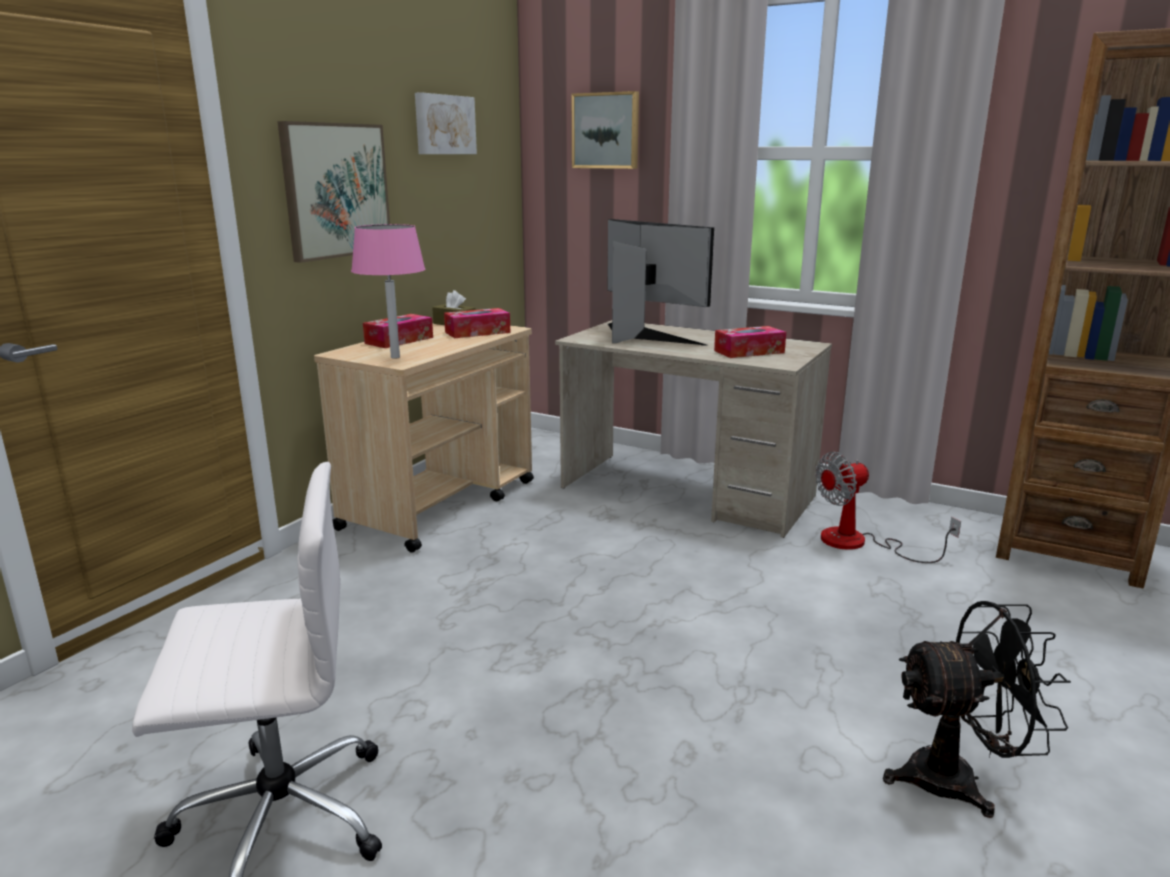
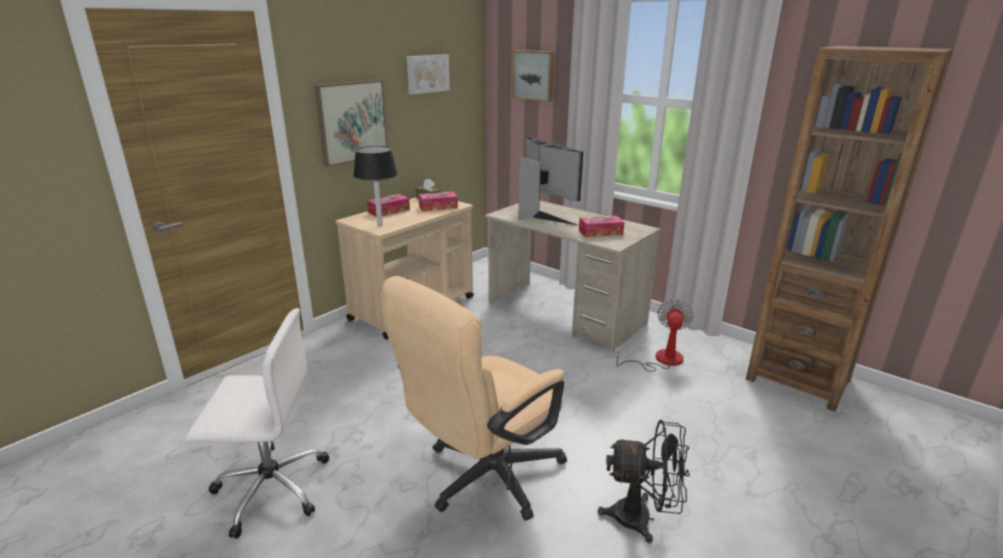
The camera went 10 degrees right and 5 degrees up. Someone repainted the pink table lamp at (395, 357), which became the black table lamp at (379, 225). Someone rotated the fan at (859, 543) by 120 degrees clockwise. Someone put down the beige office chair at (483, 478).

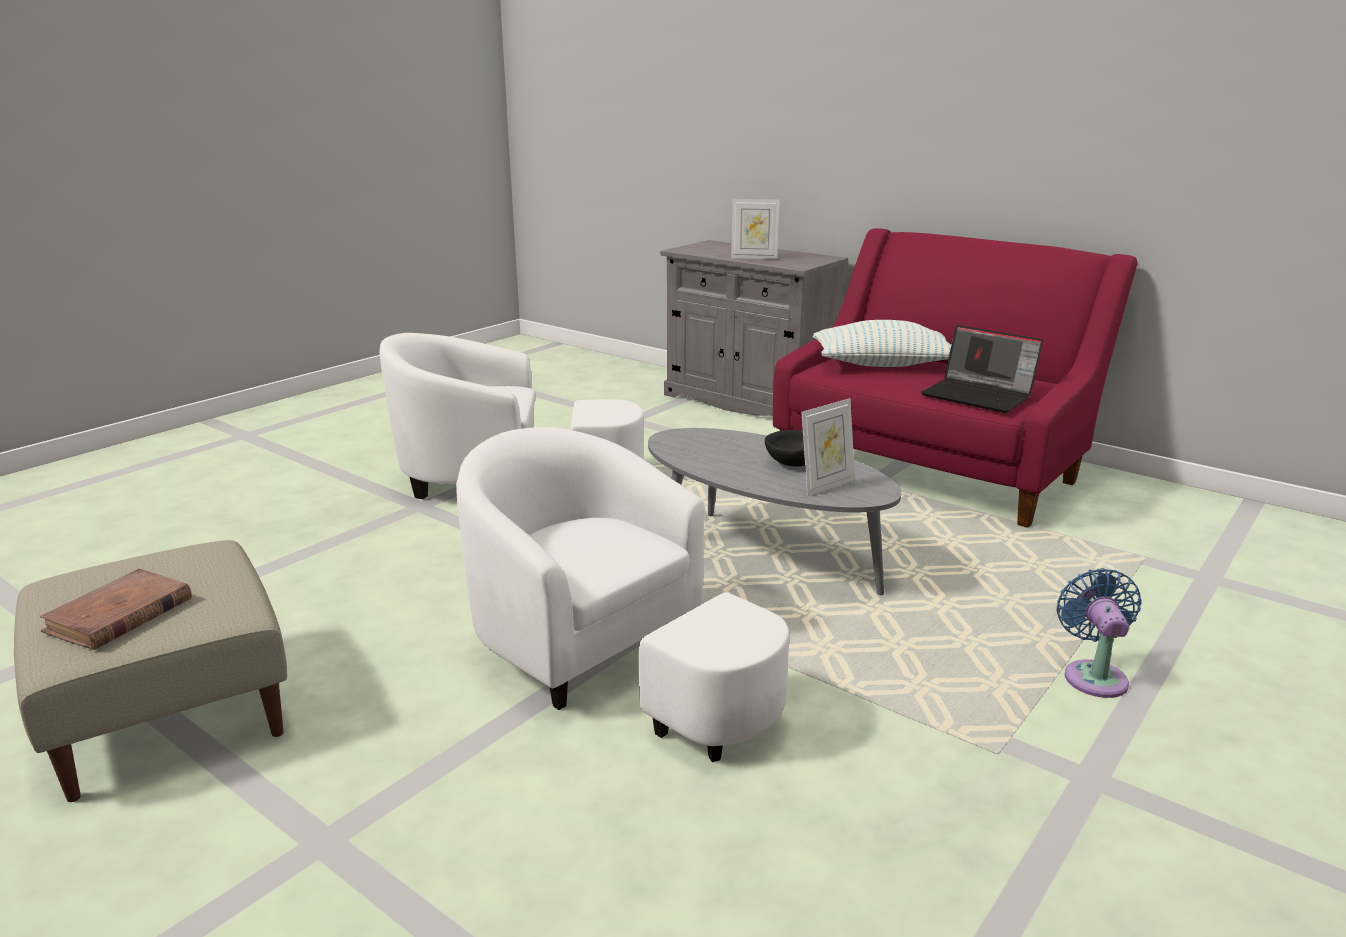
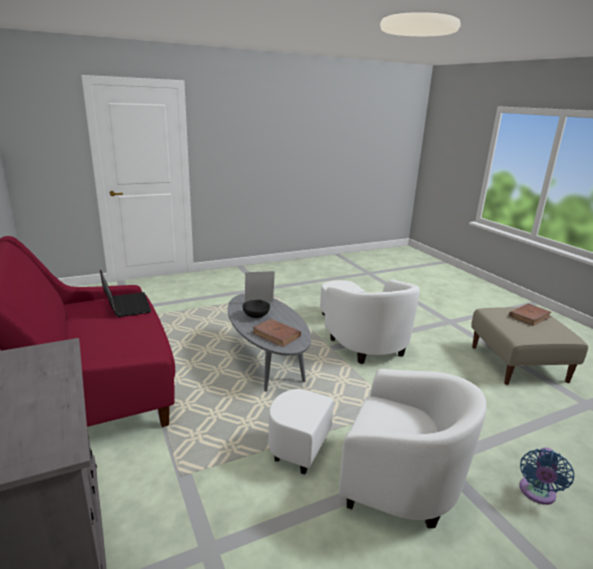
The camera went 155 degrees left and 0 degrees up. Someone took away the picture frame at (754, 257). Someone took away the pillow at (883, 364). Someone carried the blue fan from (1093, 675) to (537, 493). Someone put down the brown book at (276, 335).

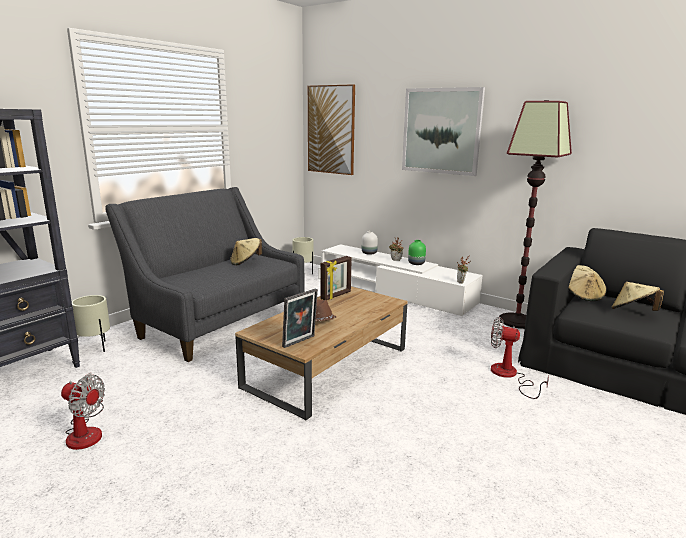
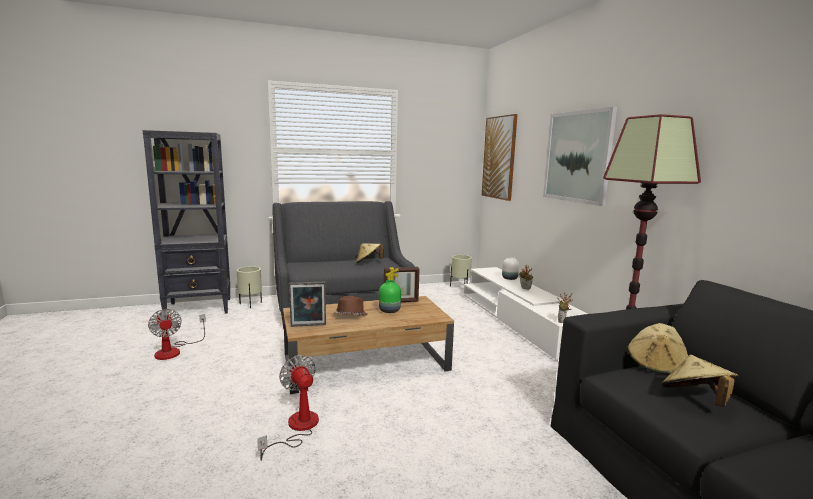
The camera went 35 degrees right and 5 degrees down. Someone carried the green vase from (416, 264) to (389, 311). Someone carried the fan from (509, 376) to (297, 428).

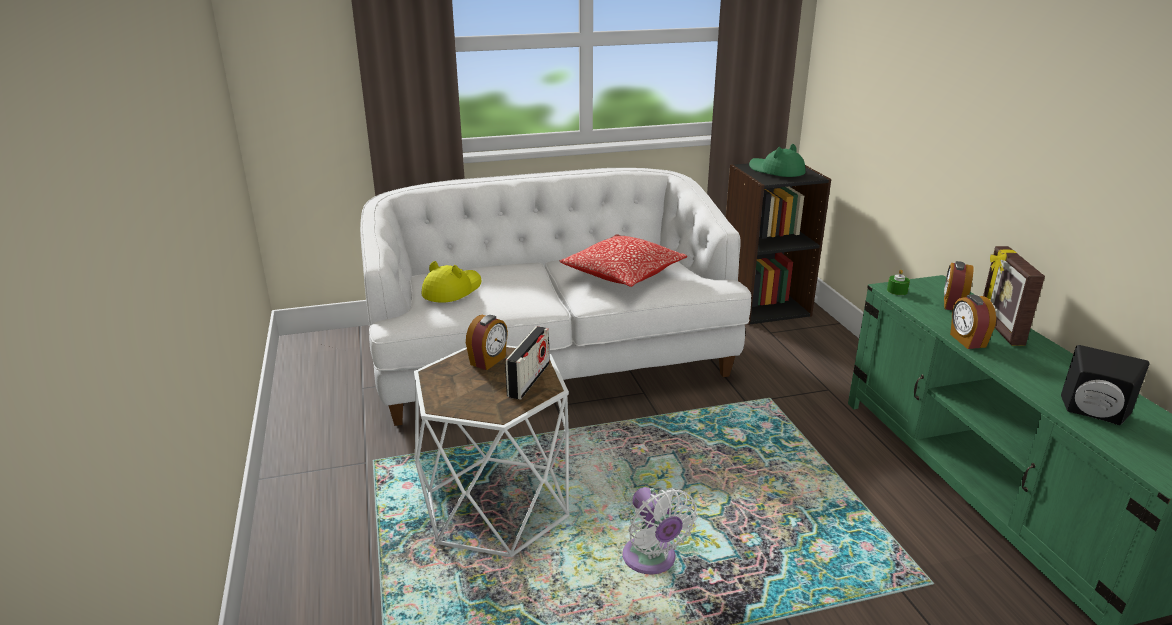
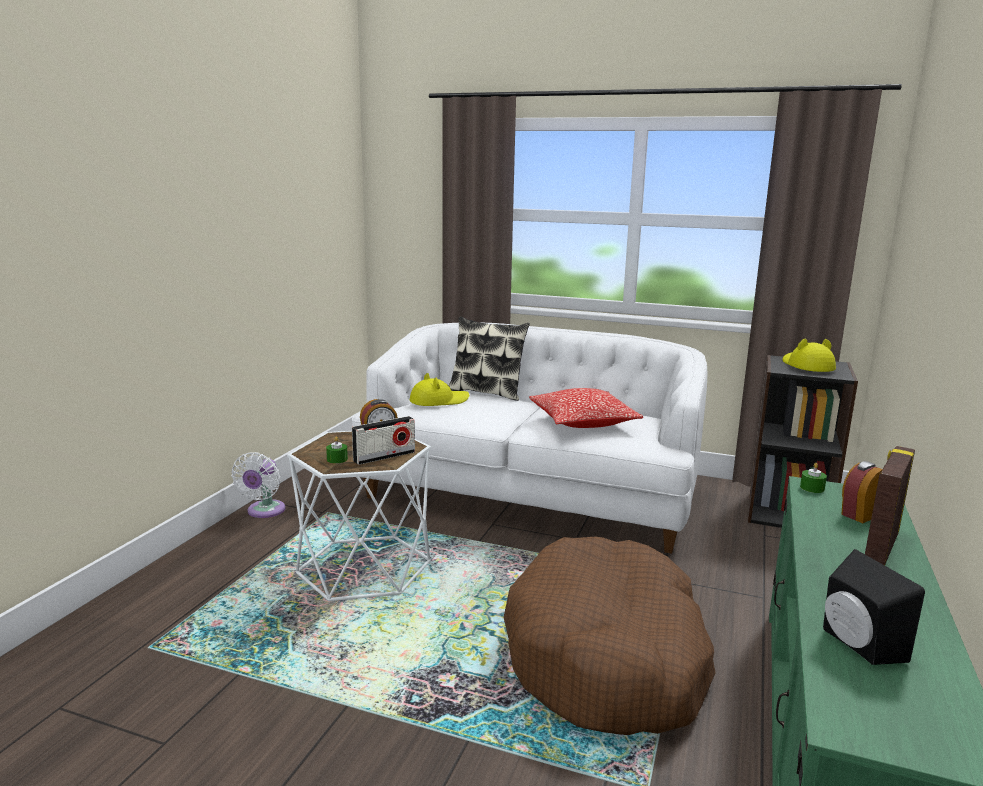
The camera went 35 degrees right and 10 degrees down. Someone carried the white fan from (652, 561) to (264, 511). Someone repainted the green hat at (776, 171), which became the yellow hat at (807, 366). Someone took away the alarm clock at (967, 341). Someone put down the green candle at (337, 459). Someone put down the pillow at (487, 392). Someone put down the brown dog bed at (607, 657).

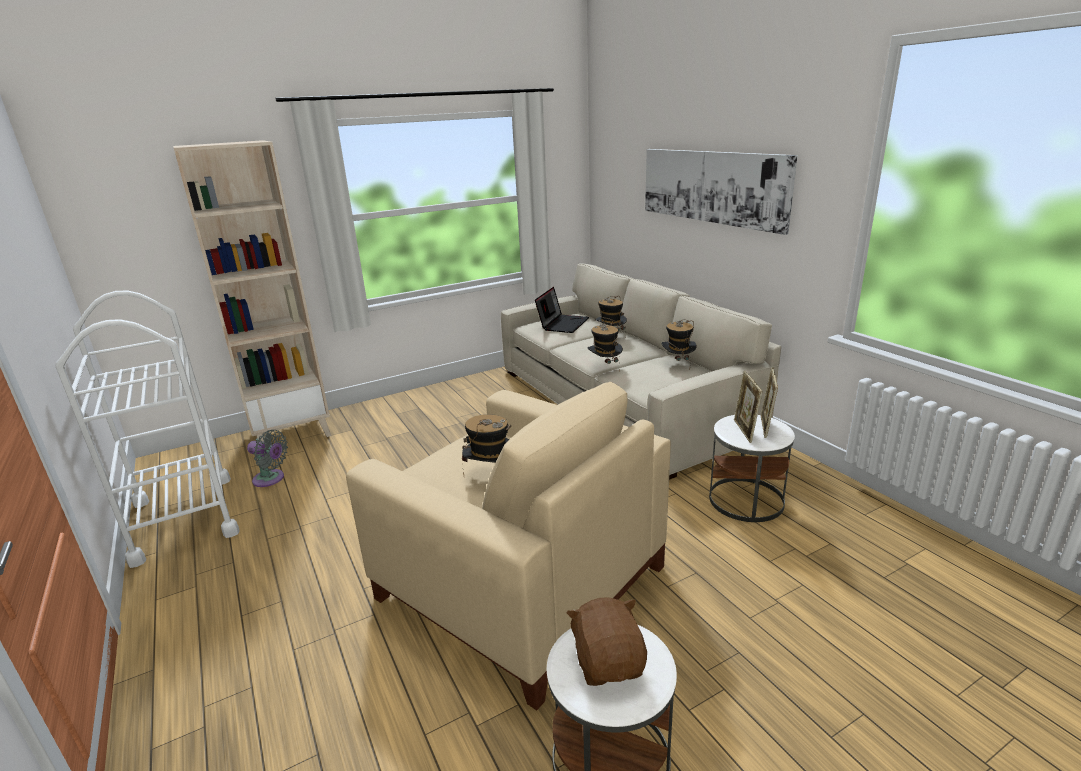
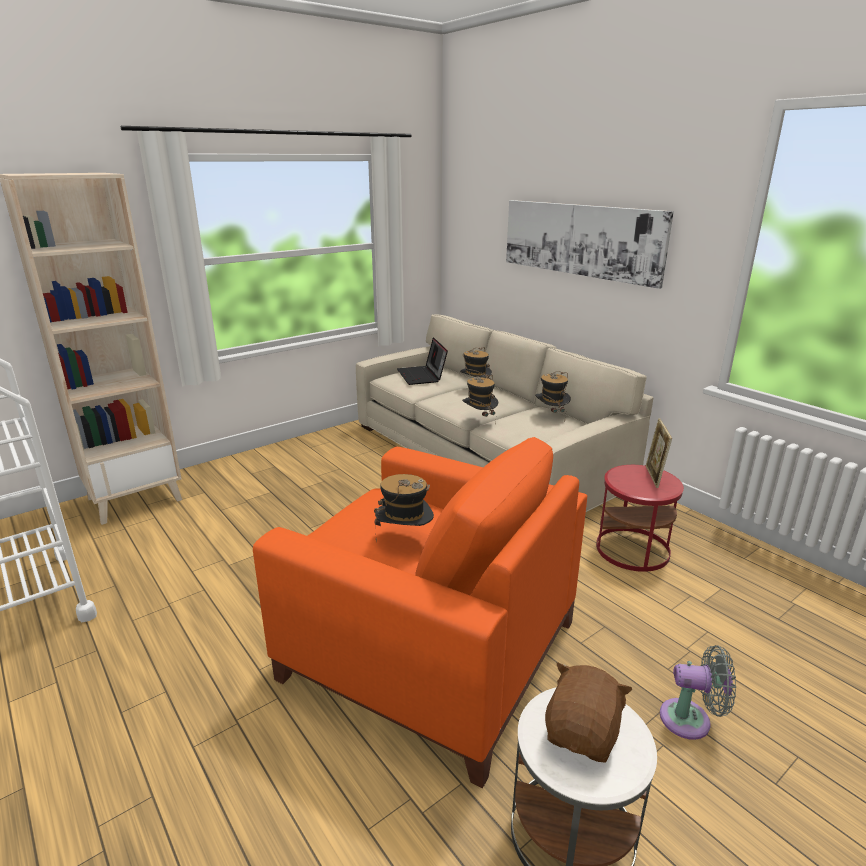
The camera went 10 degrees left and 0 degrees up. Someone carried the grey fan from (271, 479) to (690, 720). Someone repainted the beige armchair at (517, 581), which became the orange armchair at (427, 649). Someone rotated the laptop at (562, 324) by 150 degrees clockwise. Someone rotated the brown plush toy at (609, 662) by 45 degrees clockwise. Someone repainted the white side table at (746, 500), which became the red side table at (633, 550). Someone took away the picture frame at (744, 431).

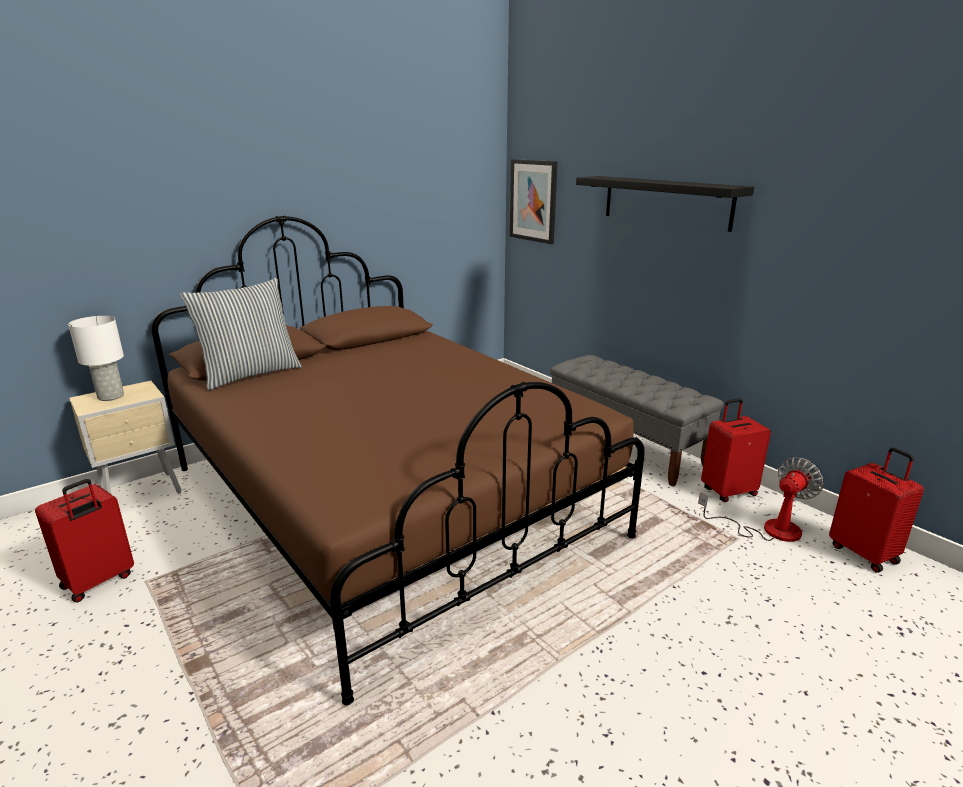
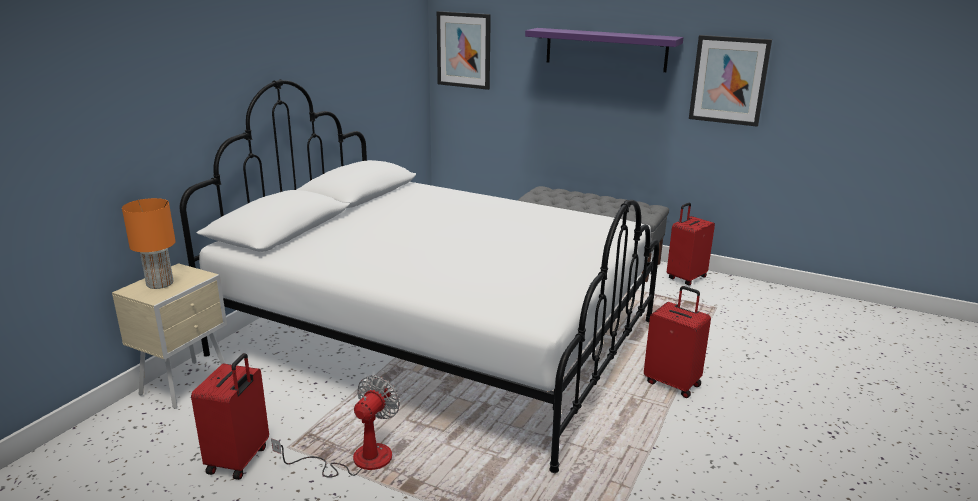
The camera went 25 degrees left and 0 degrees up. Someone repainted the white table lamp at (111, 396), which became the orange table lamp at (160, 283). Someone repainted the brown bed at (388, 500), which became the white bed at (439, 338). Someone took away the pillow at (250, 374). Someone repainted the black shelf at (666, 202), which became the purple shelf at (605, 49). Someone carried the fan from (767, 529) to (357, 460). Someone carried the red suitcase from (864, 553) to (673, 383). Someone put up the picture at (729, 80).

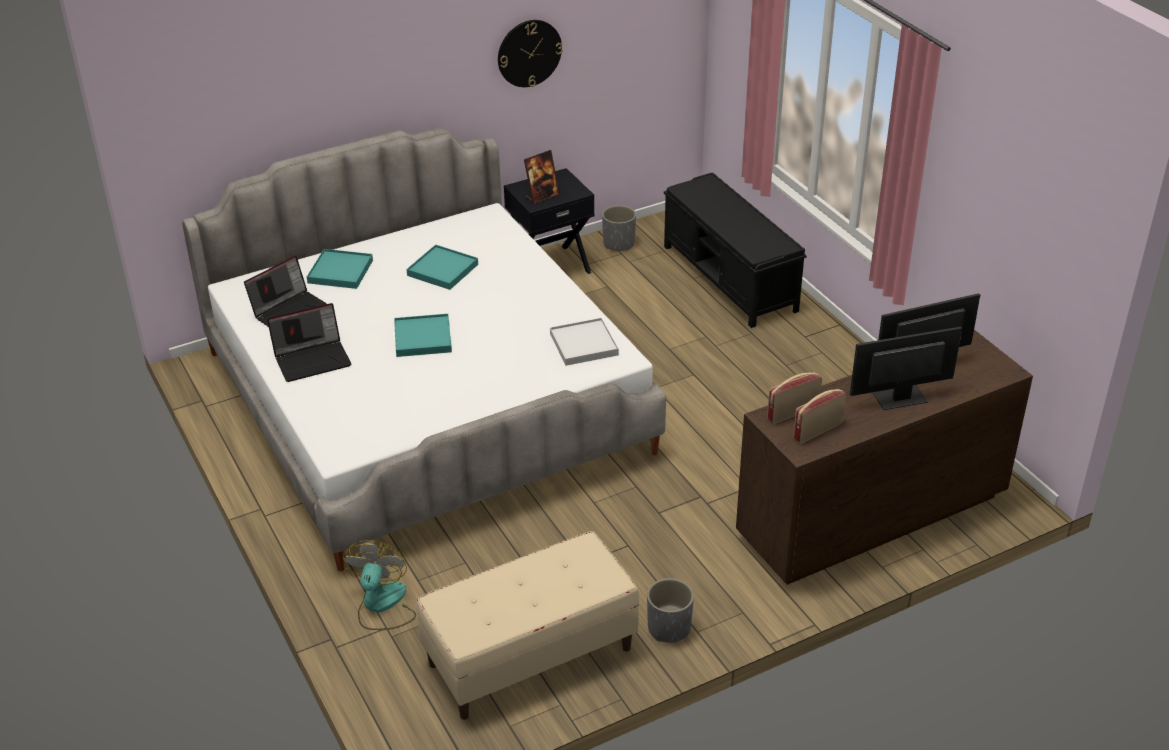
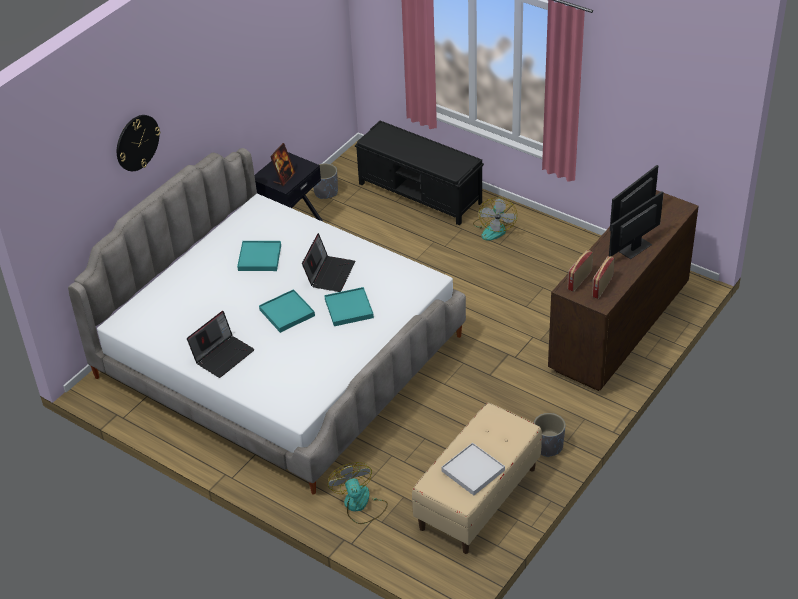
The camera went 25 degrees left and 5 degrees up. Someone carried the laptop from (291, 311) to (329, 273). Someone carried the turquoise tray from (340, 272) to (349, 308). Someone carried the wall clock from (529, 53) to (137, 142). Someone carried the white tray from (584, 344) to (473, 470). Someone put down the fan at (494, 228).

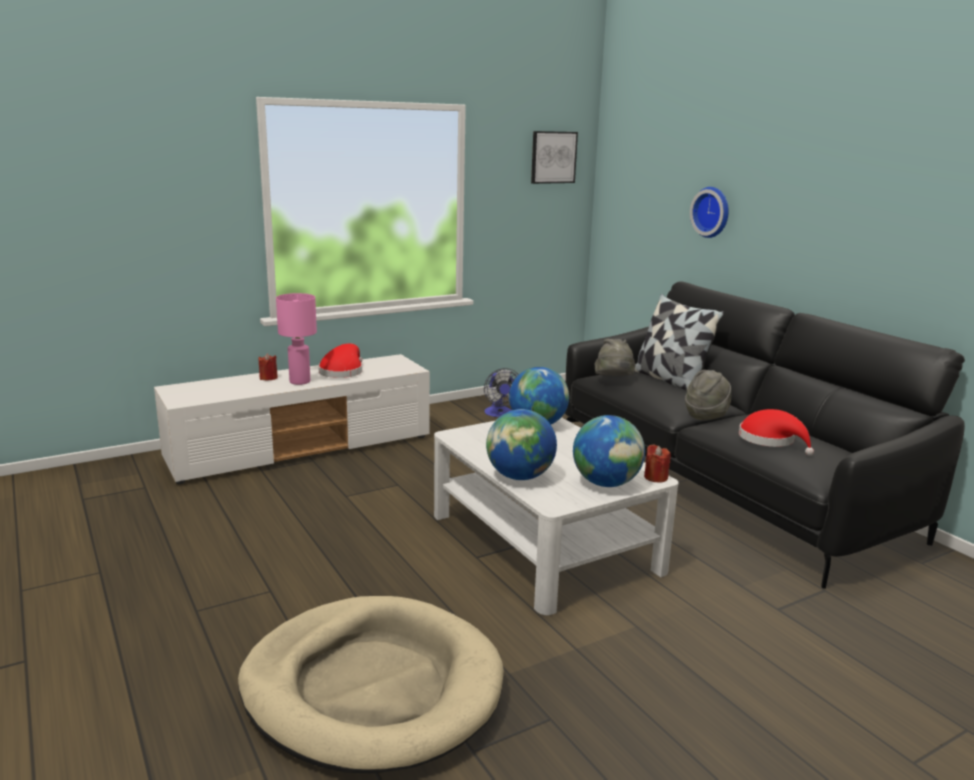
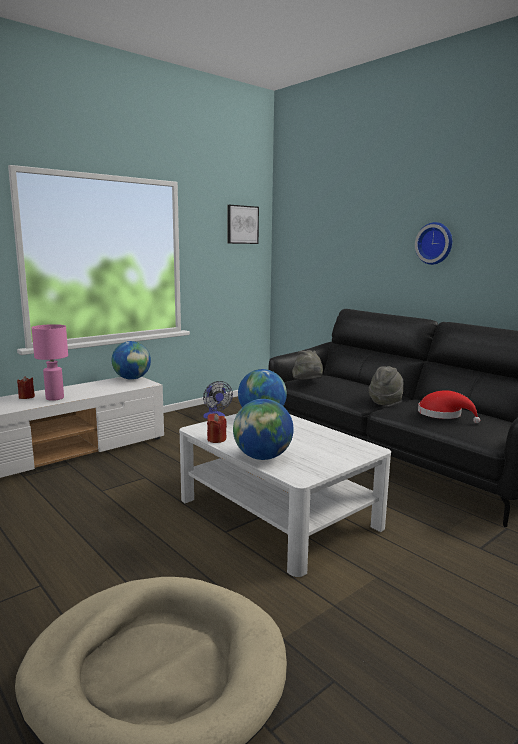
The camera went 10 degrees left and 5 degrees down. Someone took away the red hat at (342, 371). Someone carried the globe from (606, 483) to (132, 379). Someone took away the pillow at (669, 380). Someone carried the red candle from (655, 477) to (216, 439). Someone carried the wall clock from (712, 212) to (435, 243).

